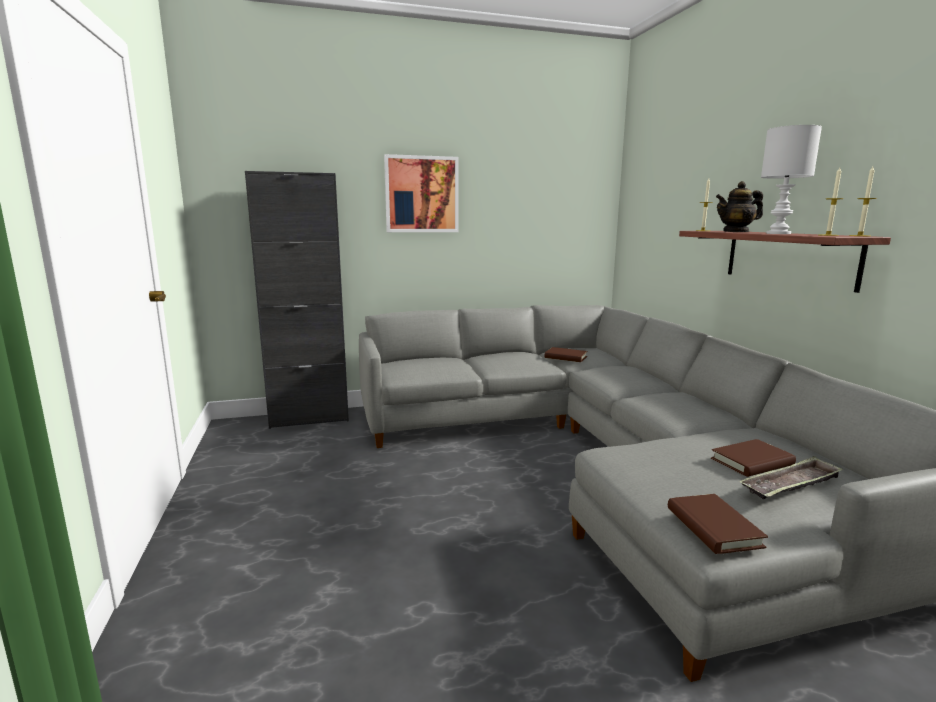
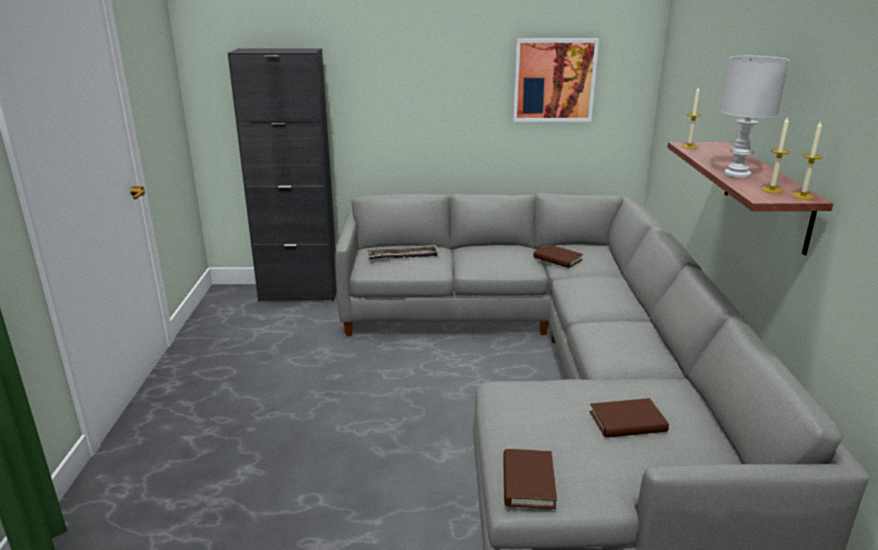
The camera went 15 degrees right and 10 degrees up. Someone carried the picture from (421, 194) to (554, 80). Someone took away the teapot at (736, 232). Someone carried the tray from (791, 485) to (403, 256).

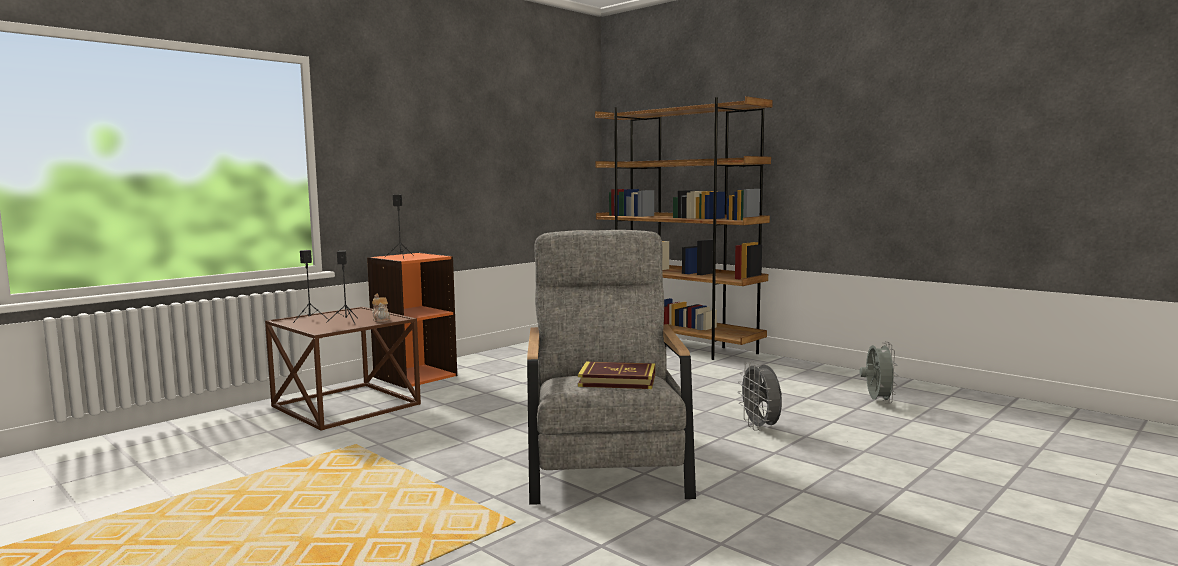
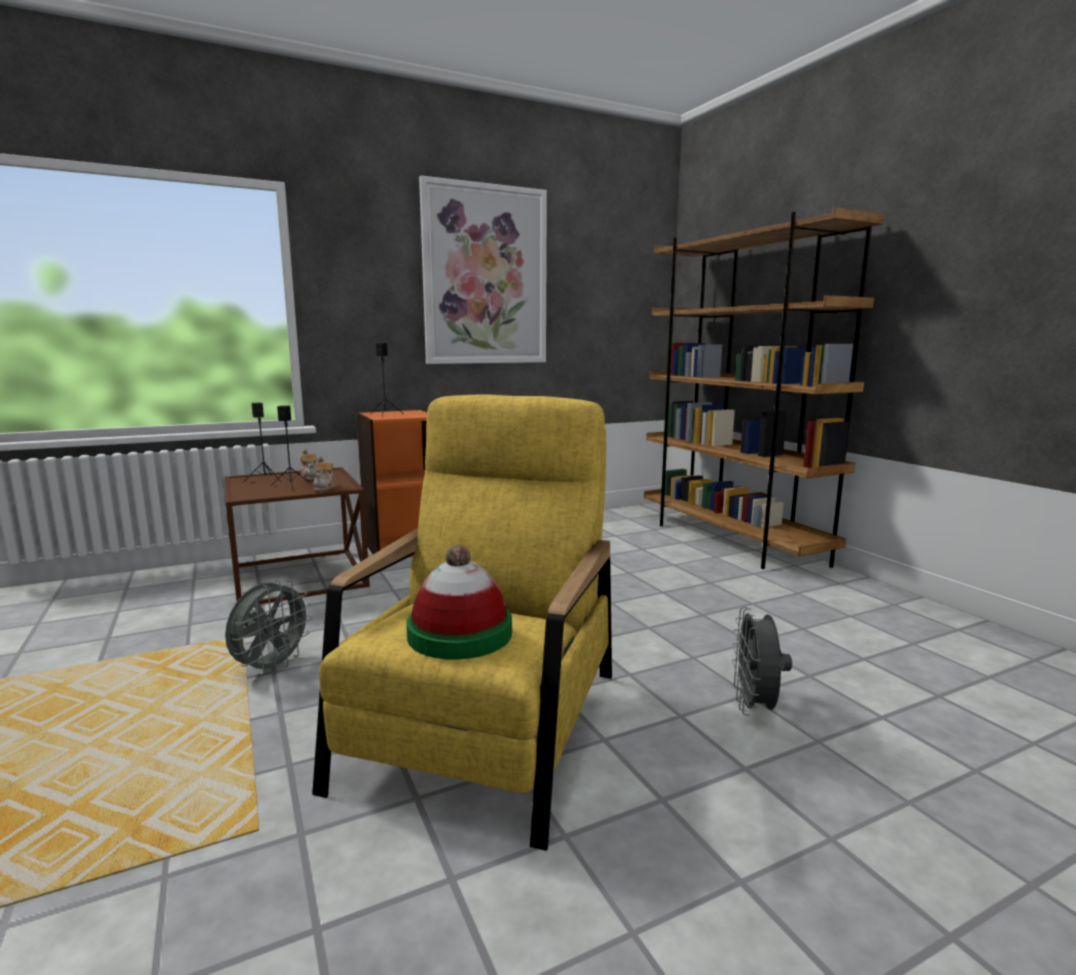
The camera went 20 degrees right and 5 degrees up. Someone repainted the grey armchair at (605, 461), which became the yellow armchair at (485, 728). Someone swapped the book at (617, 380) for the hat at (460, 634). Someone carried the grey fan from (877, 402) to (272, 667). Someone put down the teapot at (311, 477). Someone put up the picture at (485, 276).

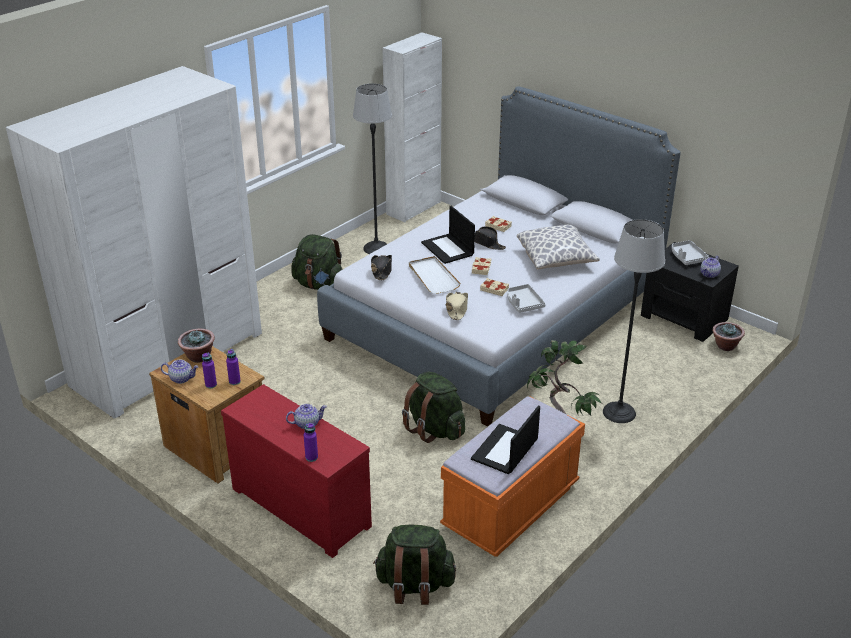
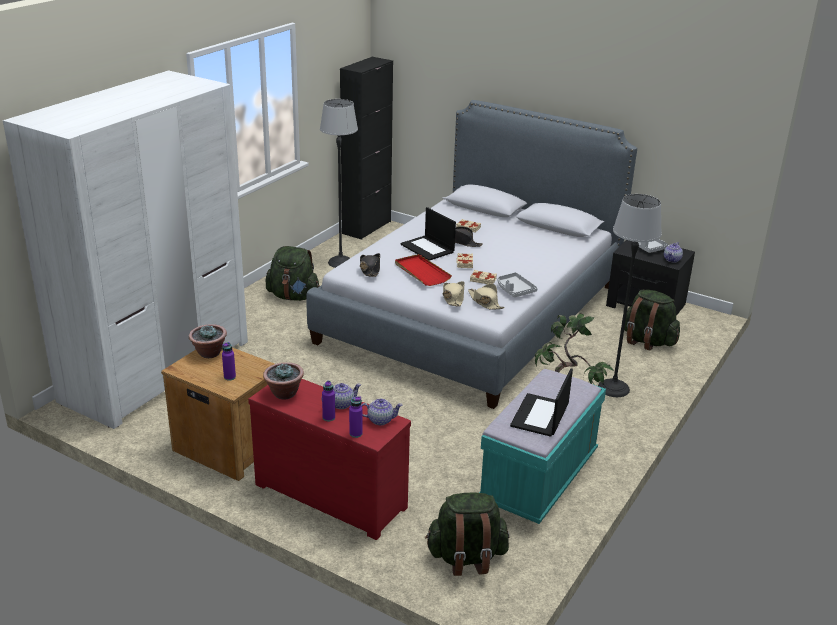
The camera went 10 degrees left and 5 degrees down. Someone carried the teapot from (181, 378) to (380, 420). Someone carried the purple bottle from (234, 381) to (328, 417). Someone repainted the white cabinet at (413, 208), which became the black cabinet at (367, 227). Someone carried the green backpack from (434, 429) to (647, 341). Someone repainted the white tray at (433, 277), which became the red tray at (421, 272). Someone repainted the orange bench at (511, 507), which became the turquoise bench at (539, 479). Someone took away the pillow at (556, 259). Someone carried the potted plant from (725, 346) to (284, 393). Someone put down the beige hat at (485, 302).

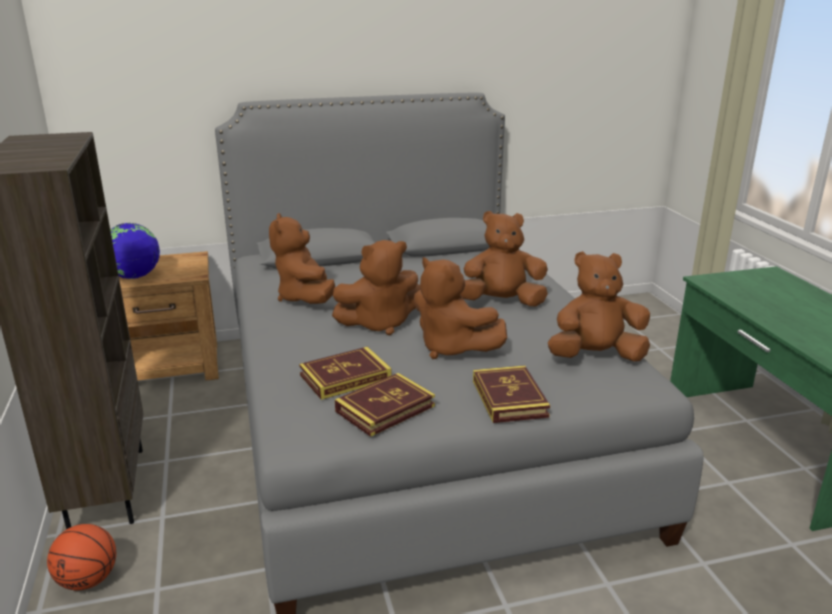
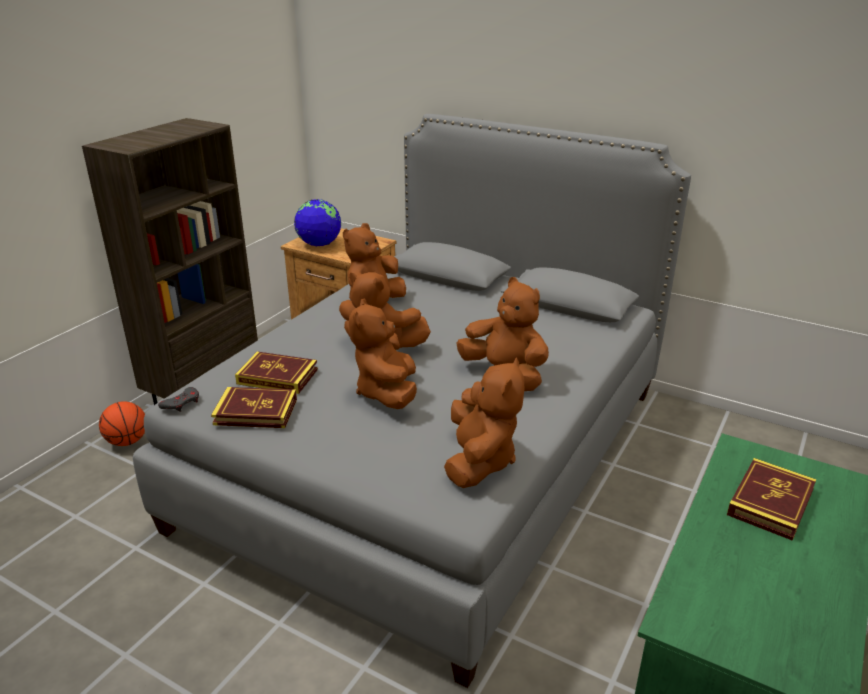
The camera went 45 degrees right and 5 degrees up. Someone carried the book from (509, 398) to (770, 502). Someone rotated the brown plush toy at (595, 356) by 60 degrees clockwise. Someone put down the grey game controller at (181, 403).

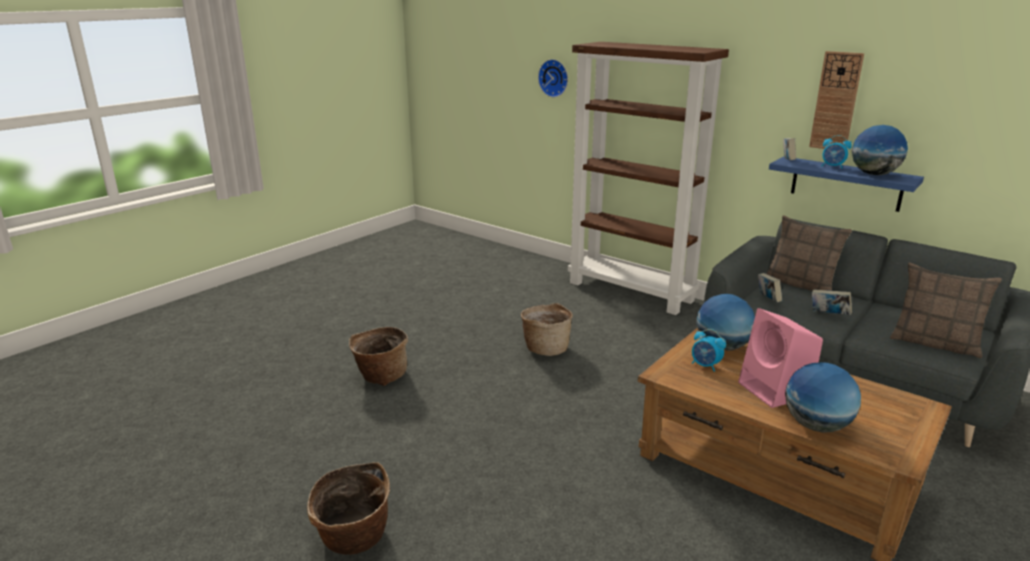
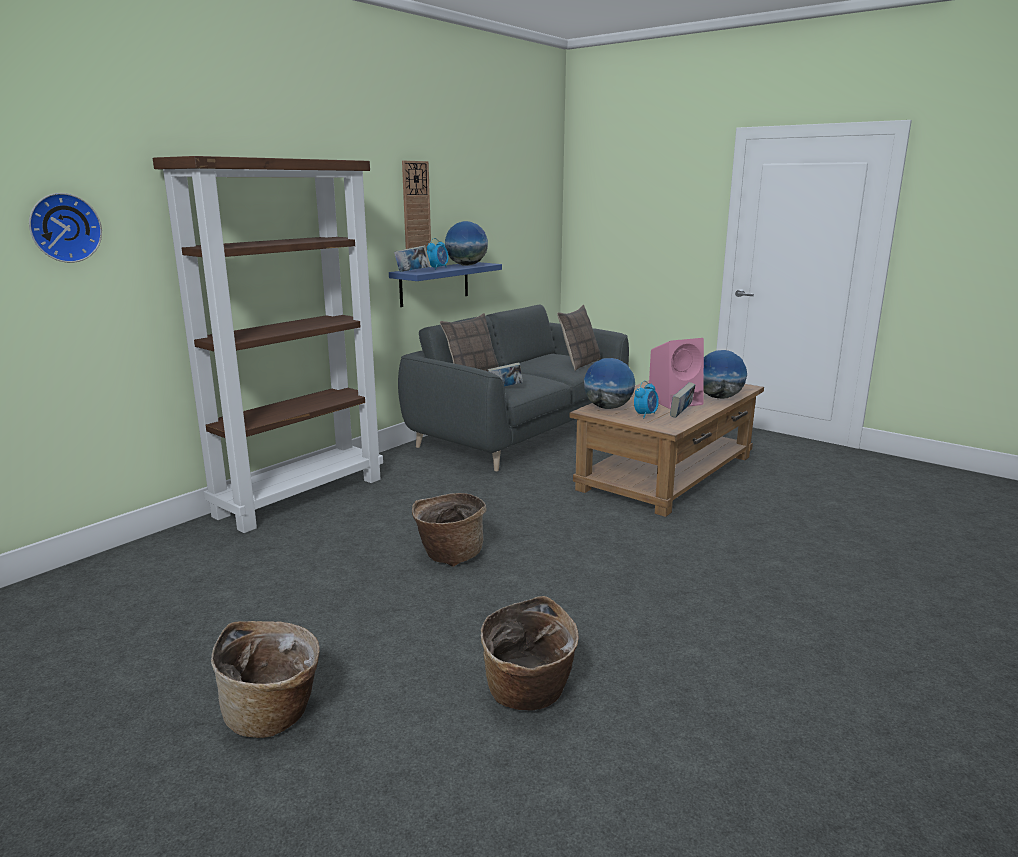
The camera went 90 degrees left and 5 degrees down. Someone carried the basket from (353, 539) to (274, 714). Someone carried the book from (829, 315) to (681, 414).

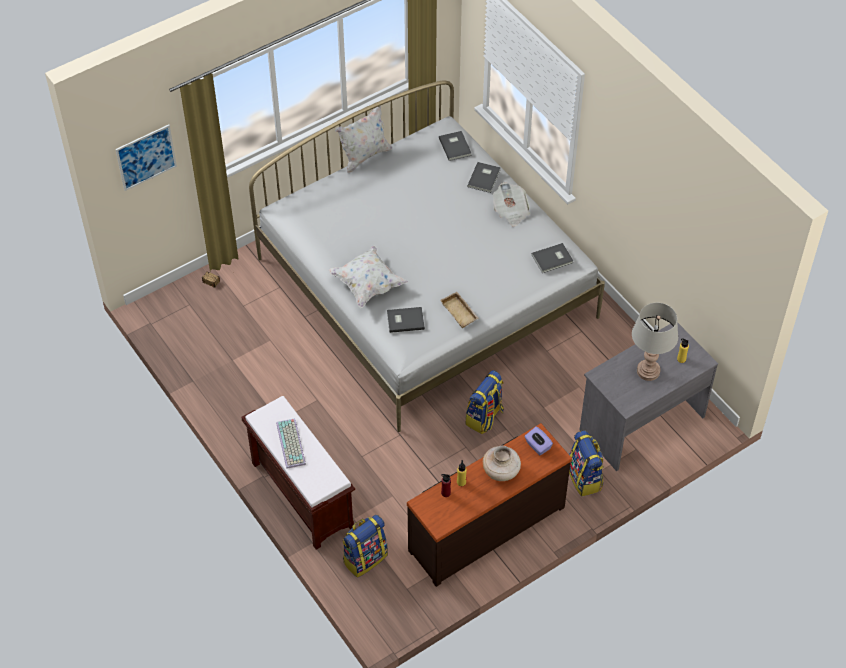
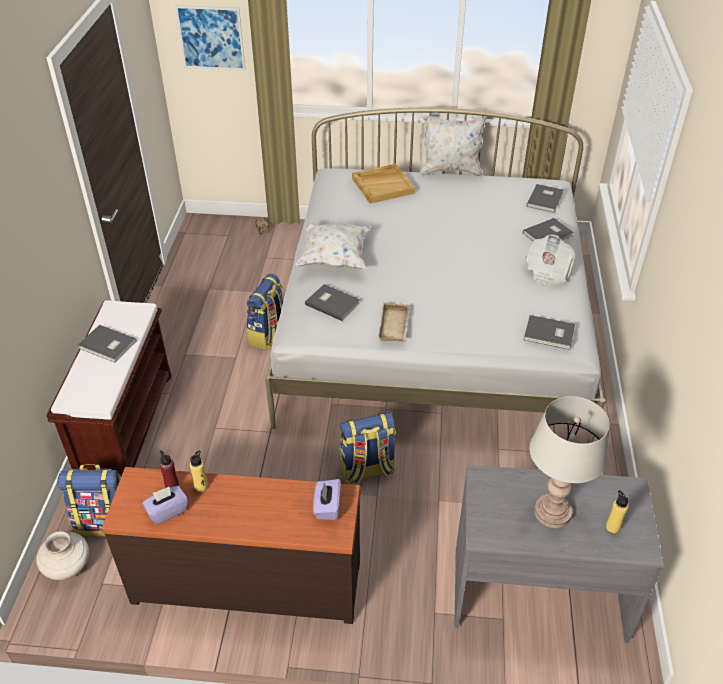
The camera went 40 degrees right and 10 degrees down. Someone swapped the keyboard at (292, 444) for the grey book at (107, 346). Someone carried the beige vase from (501, 472) to (68, 567). Someone carried the backpack from (585, 478) to (268, 335). Someone put down the purple tissue box at (167, 511). Someone put down the beige tray at (383, 185).

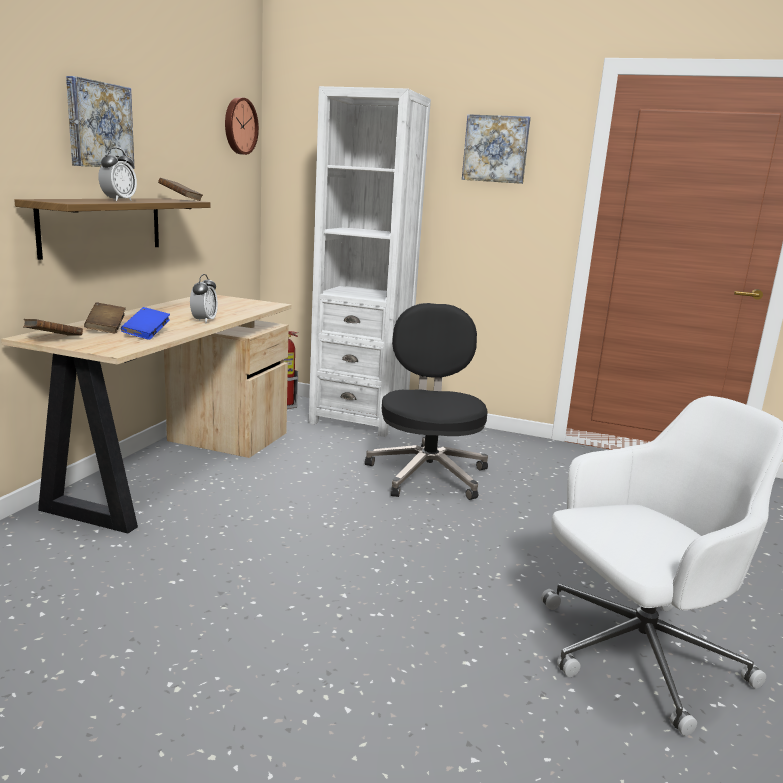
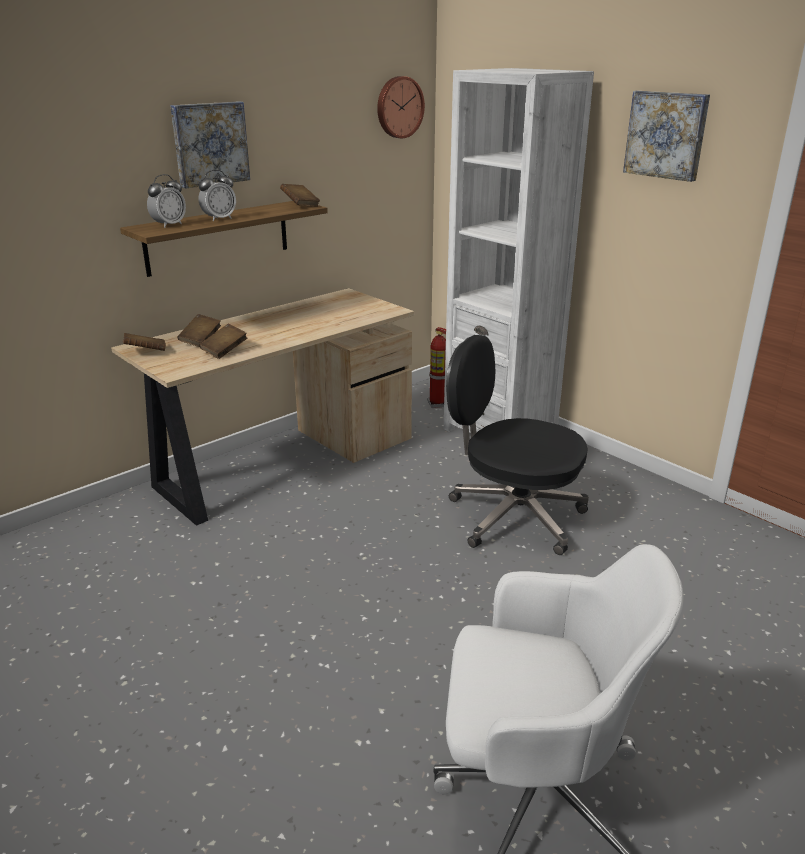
The camera went 30 degrees right and 10 degrees up. Someone repainted the blue book at (146, 334), which became the brown book at (224, 351). Someone carried the alarm clock from (204, 321) to (169, 225). Someone rotated the black office chair at (427, 473) by 90 degrees counterclockwise.

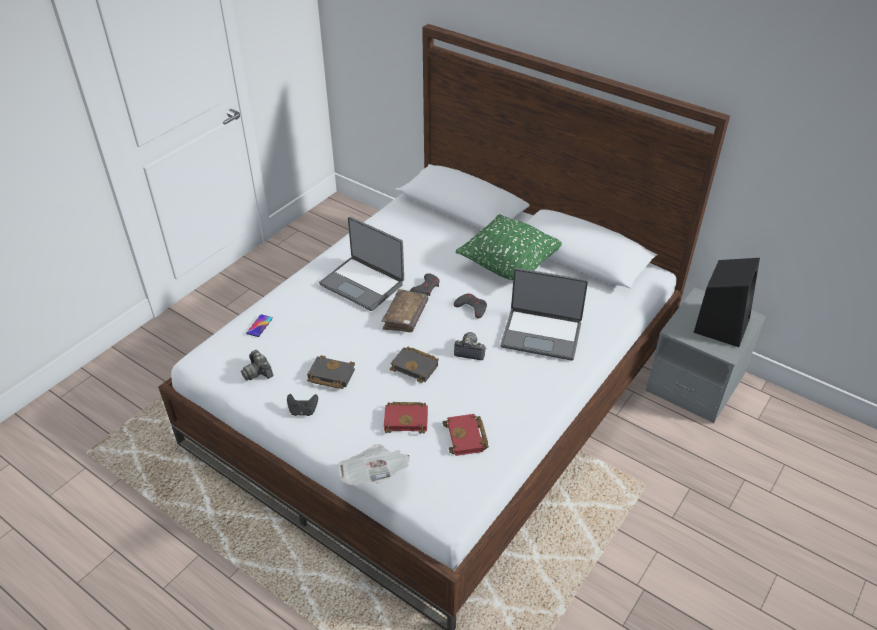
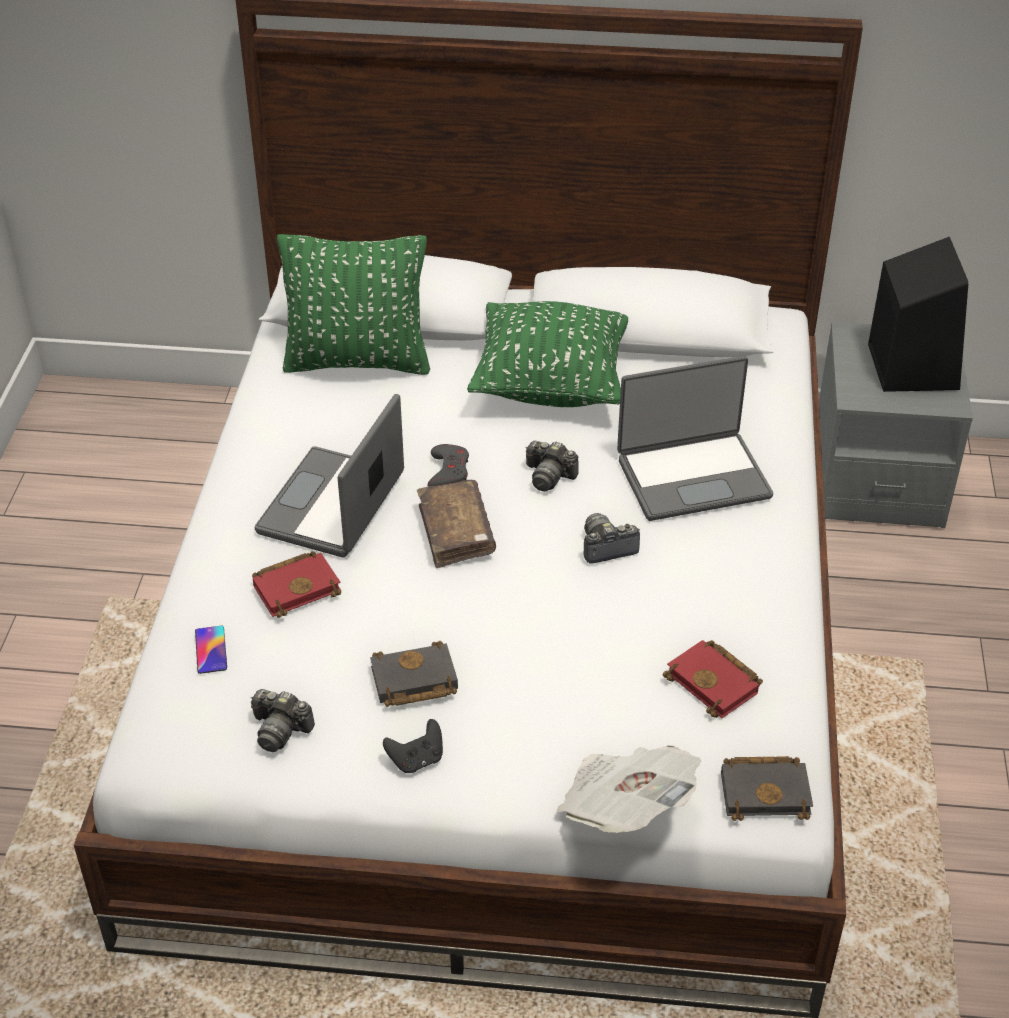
The camera went 30 degrees left and 0 degrees up. Someone rotated the laptop at (363, 283) by 105 degrees clockwise. Someone carried the red book from (407, 419) to (298, 587). Someone carried the black book from (416, 366) to (767, 791). Someone swapped the grey game controller at (471, 307) for the photo camera at (549, 476). Someone put down the green pillow at (358, 361).

